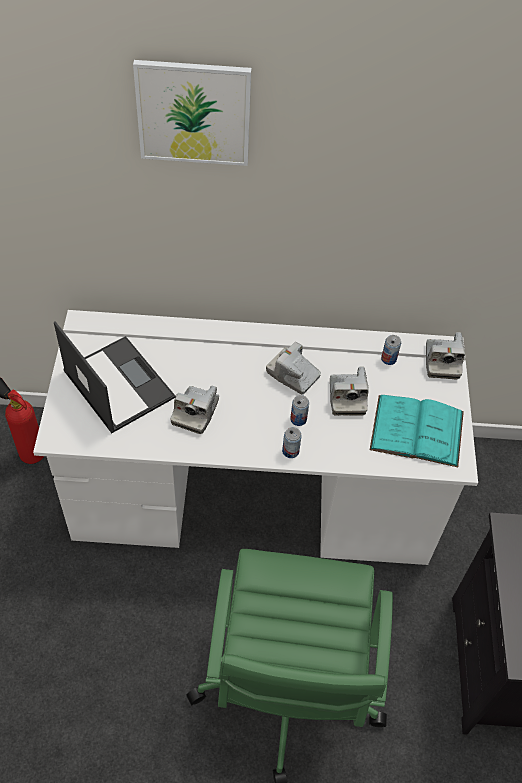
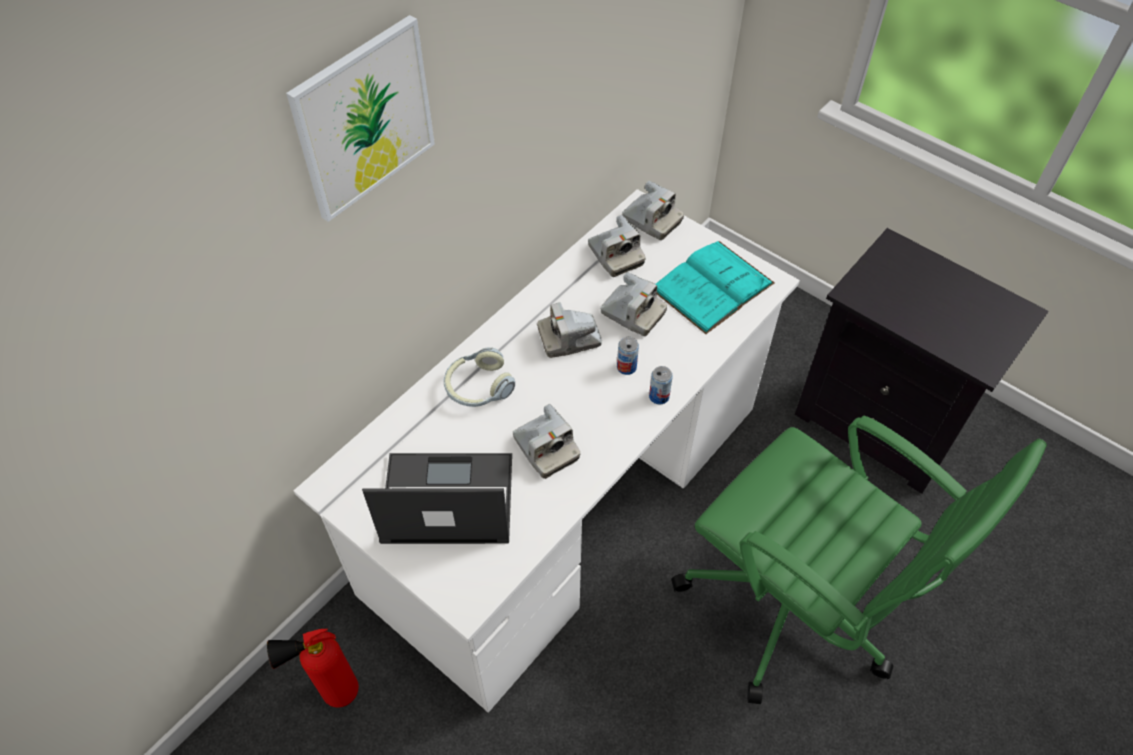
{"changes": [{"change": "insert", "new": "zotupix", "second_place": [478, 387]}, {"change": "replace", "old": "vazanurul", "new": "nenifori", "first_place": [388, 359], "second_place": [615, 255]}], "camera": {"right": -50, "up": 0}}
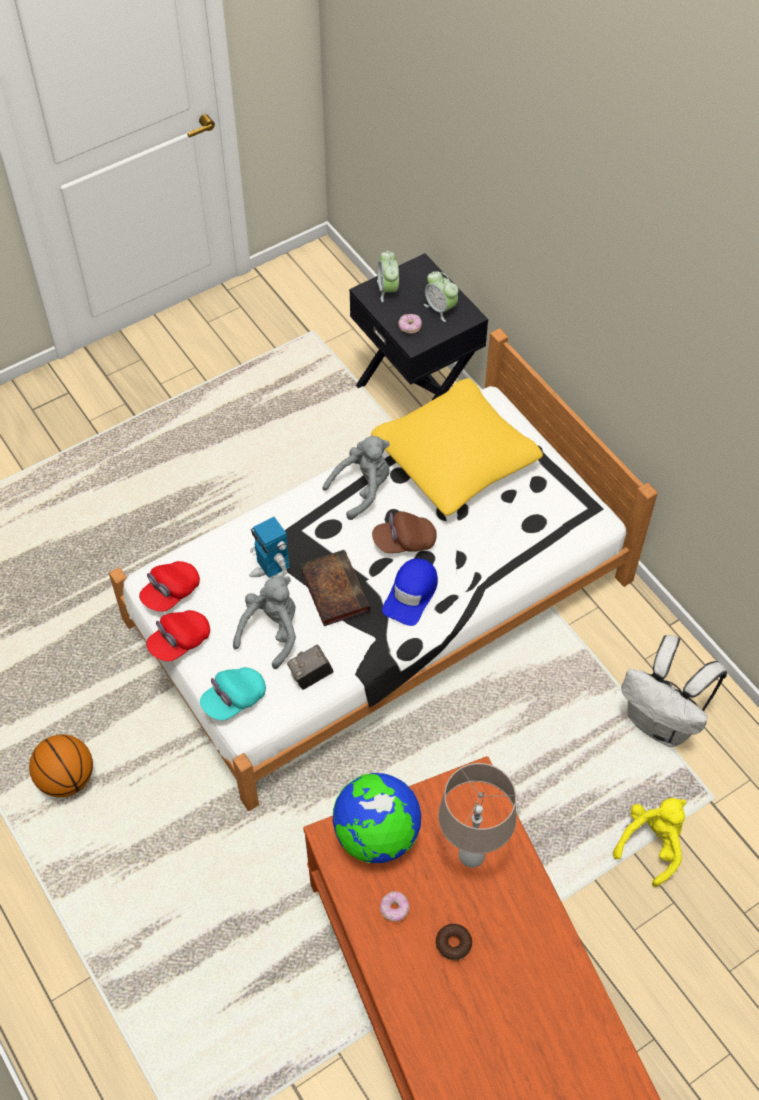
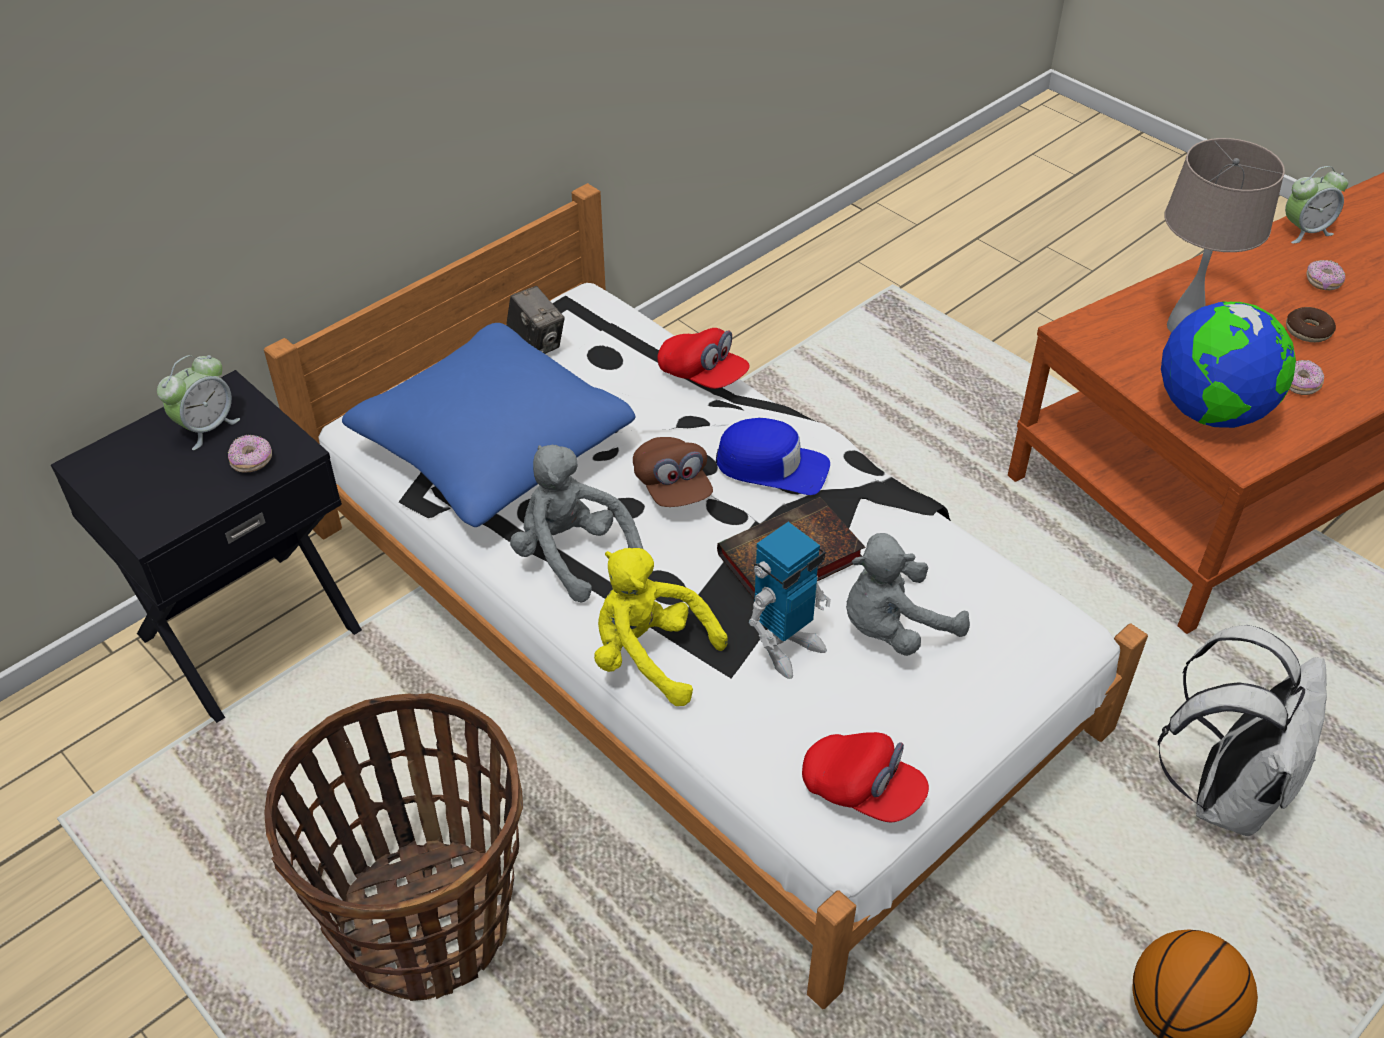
{"changes": [{"change": "insert", "new": "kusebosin", "second_place": [425, 920]}, {"change": "recolor", "old": "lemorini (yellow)", "new": "lemorini (blue)", "first_place": [456, 459], "second_place": [493, 447]}, {"change": "move", "old": "nenifori", "first_place": [311, 676], "second_place": [537, 343]}, {"change": "move", "old": "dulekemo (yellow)", "first_place": [652, 845], "second_place": [649, 656]}, {"change": "move", "old": "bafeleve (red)", "first_place": [179, 642], "second_place": [702, 375]}, {"change": "rotate", "old": "dulekemo (grey)", "first_place": [272, 632], "second_place": [893, 627], "degrees": -45}, {"change": "move", "old": "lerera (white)", "first_place": [661, 722], "second_place": [1225, 792]}, {"change": "move", "old": "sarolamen", "first_place": [388, 290], "second_place": [1305, 231]}, {"change": "insert", "new": "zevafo", "second_place": [1322, 282]}, {"change": "delete", "old": "bafeleve (turquoise)", "first_place": [234, 699]}], "camera": {"right": -100, "up": -10}}
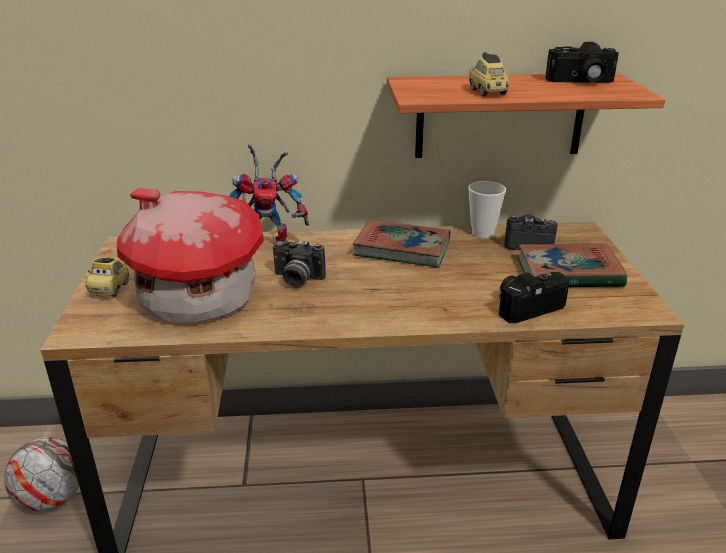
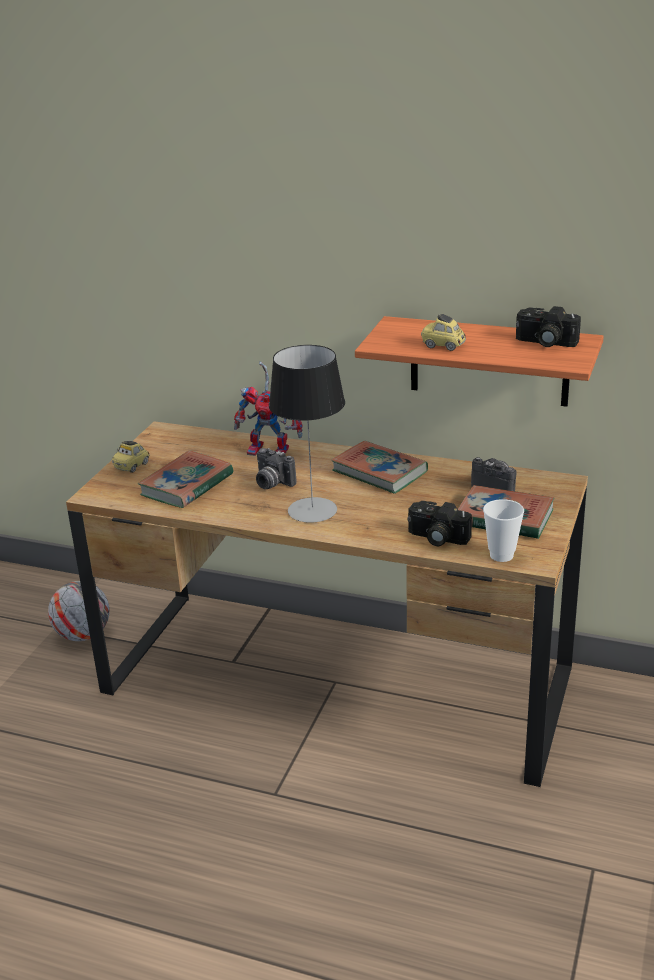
{"changes": [{"change": "replace", "old": "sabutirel", "new": "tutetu", "first_place": [196, 299], "second_place": [187, 485]}, {"change": "insert", "new": "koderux", "second_place": [312, 510]}, {"change": "rotate", "old": "nenifori", "first_place": [527, 306], "second_place": [436, 538], "degrees": -150}, {"change": "rotate", "old": "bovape", "first_place": [487, 92], "second_place": [443, 345], "degrees": -75}, {"change": "move", "old": "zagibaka", "first_place": [482, 233], "second_place": [501, 555]}], "camera": {"right": 25, "up": 0}}
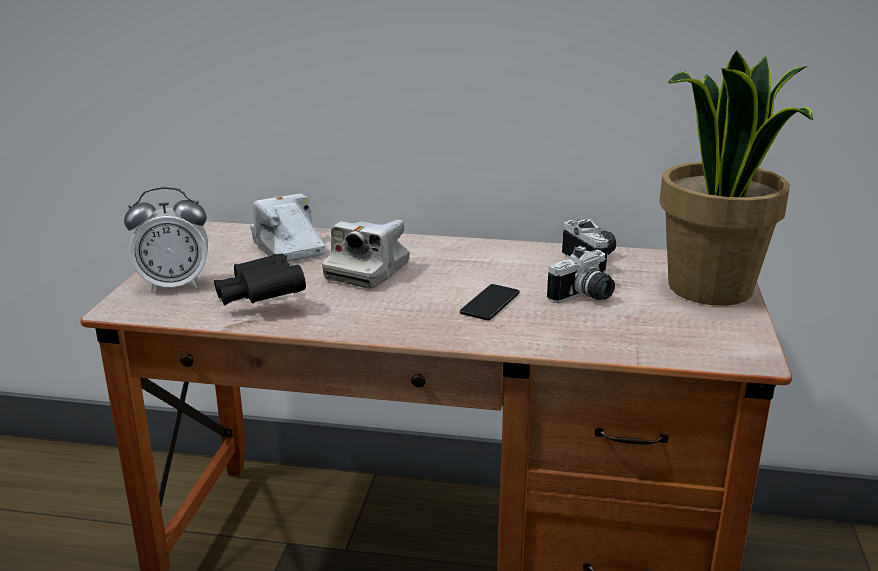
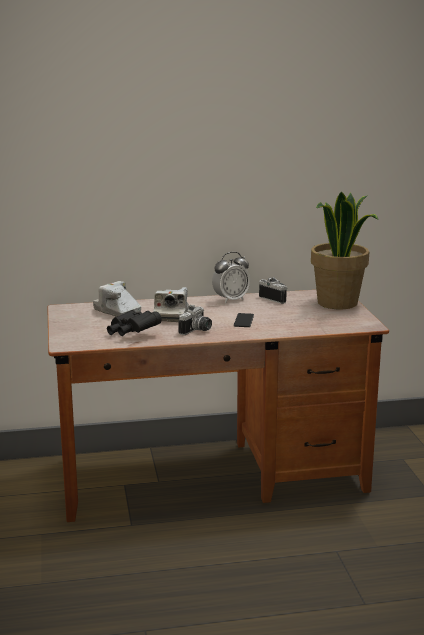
{"changes": [{"change": "move", "old": "nenifori", "first_place": [585, 297], "second_place": [197, 331]}, {"change": "move", "old": "sarolamen", "first_place": [174, 285], "second_place": [231, 300]}], "camera": {"right": -20, "up": -5}}
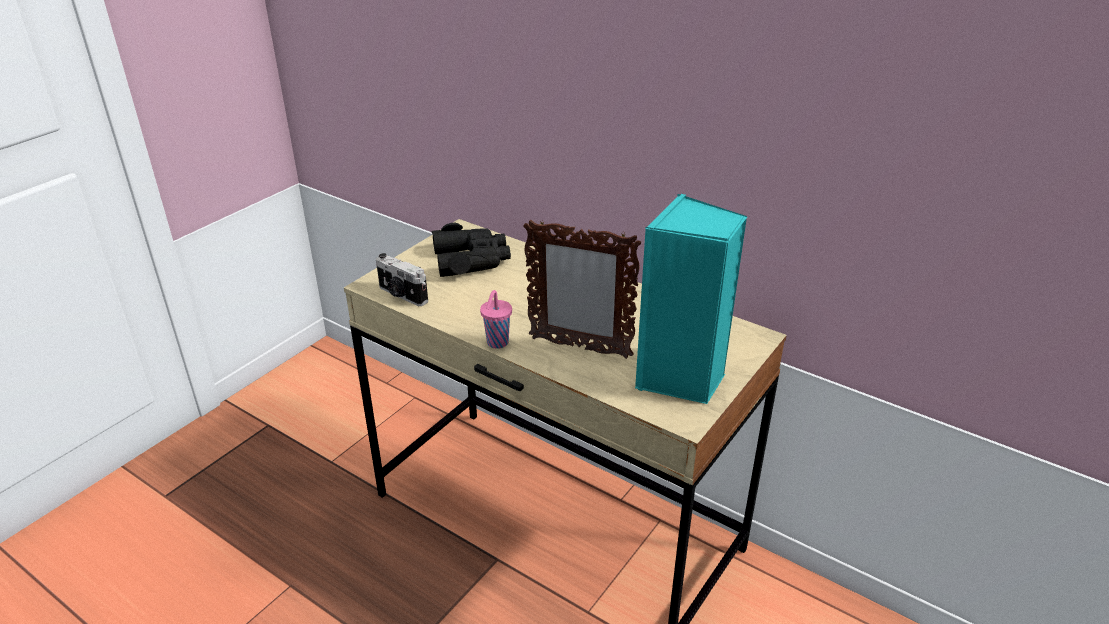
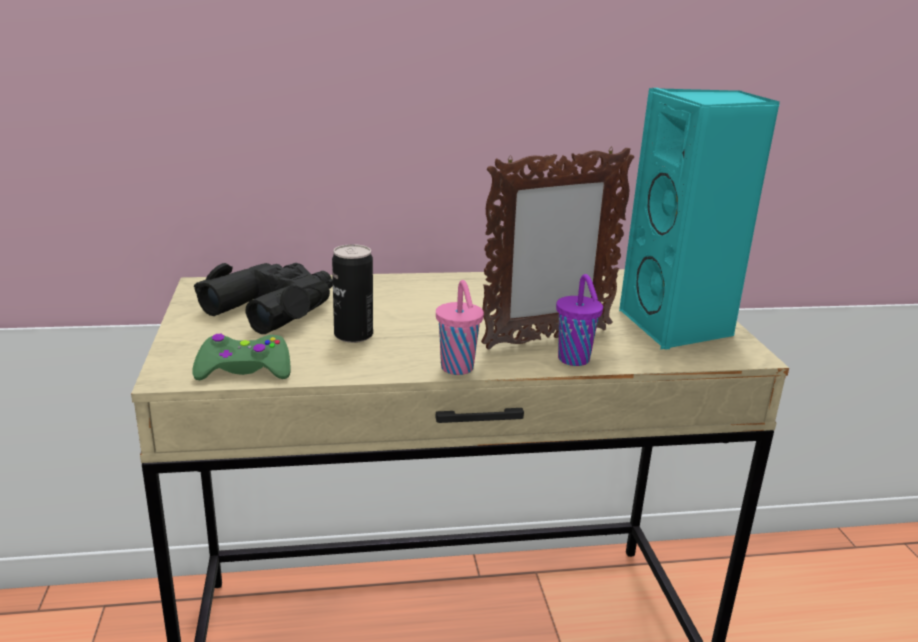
{"changes": [{"change": "replace", "old": "nenifori", "new": "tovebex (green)", "first_place": [402, 295], "second_place": [244, 369]}, {"change": "insert", "new": "vazanurul", "second_place": [353, 335]}, {"change": "insert", "new": "zagibaka (purple)", "second_place": [575, 360]}], "camera": {"right": -45, "up": -10}}
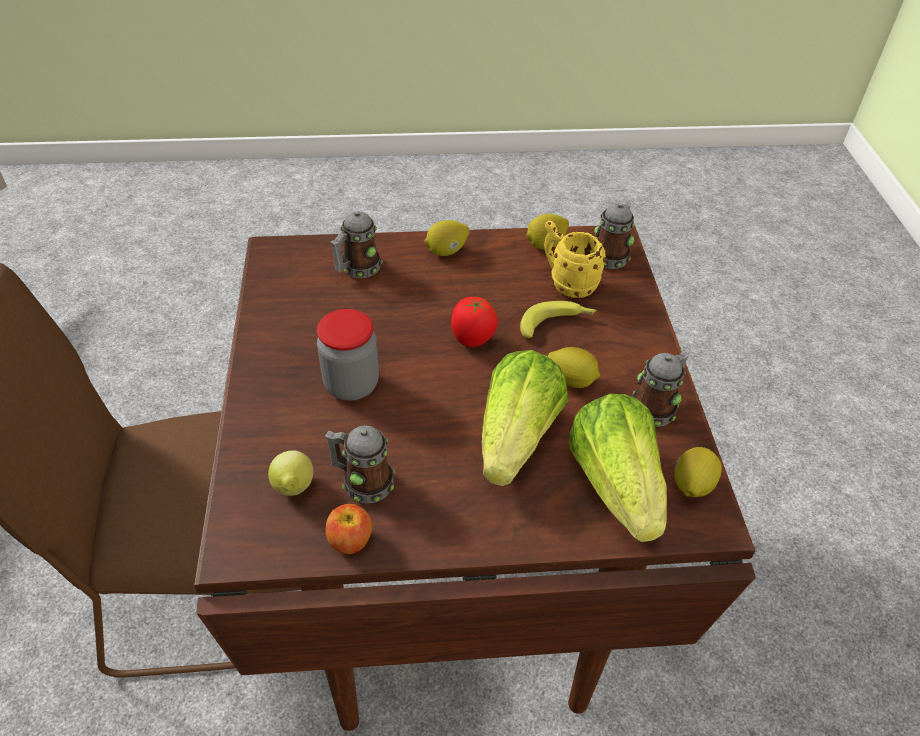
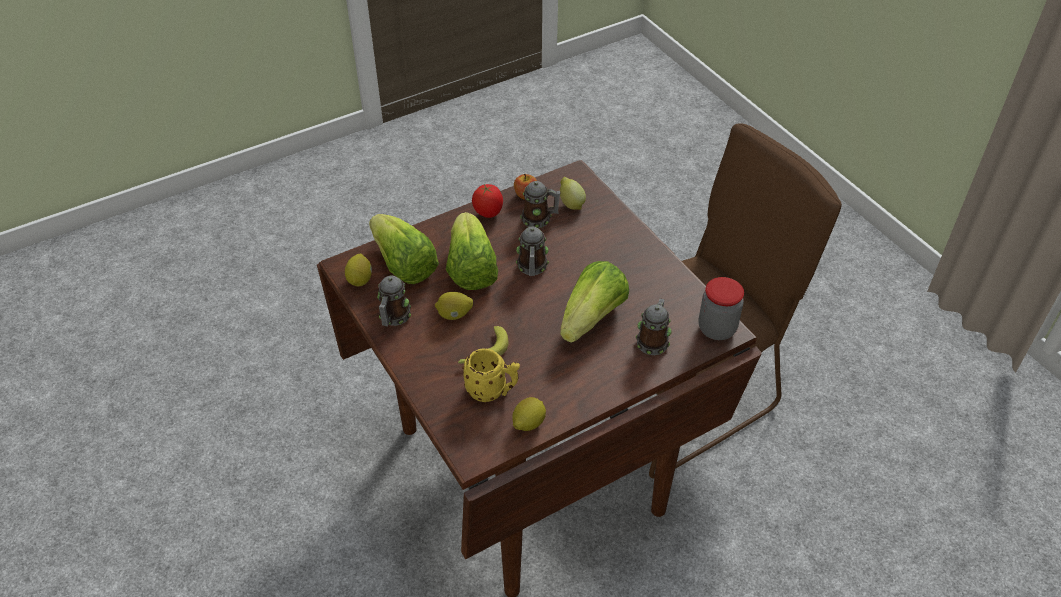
{"changes": [{"change": "move", "old": "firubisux", "first_place": [472, 340], "second_place": [488, 213]}, {"change": "move", "old": "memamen", "first_place": [611, 254], "second_place": [532, 268]}, {"change": "insert", "new": "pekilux", "second_place": [592, 318]}, {"change": "move", "old": "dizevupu", "first_place": [351, 384], "second_place": [717, 329]}, {"change": "delete", "old": "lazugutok", "first_place": [446, 251]}], "camera": {"right": 155, "up": 0}}
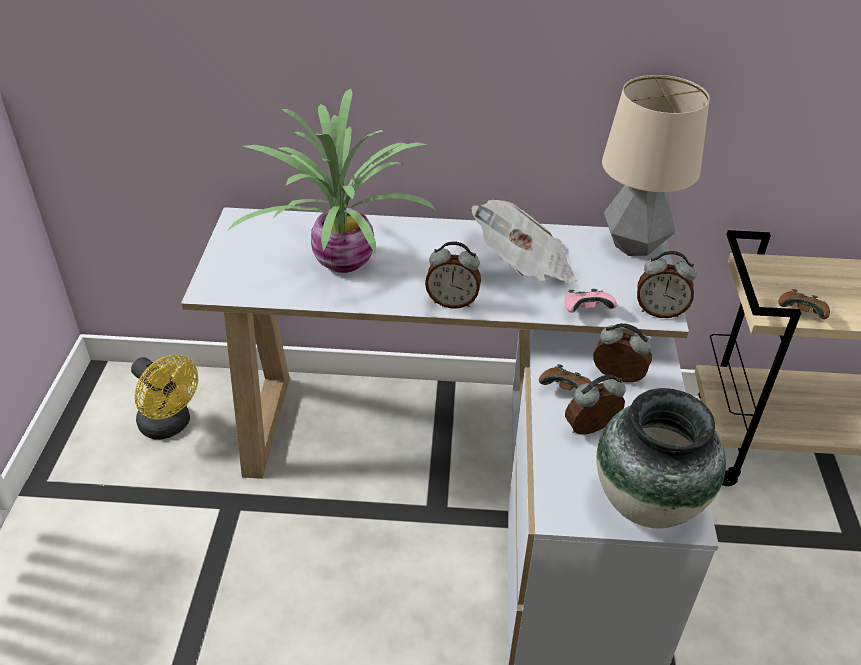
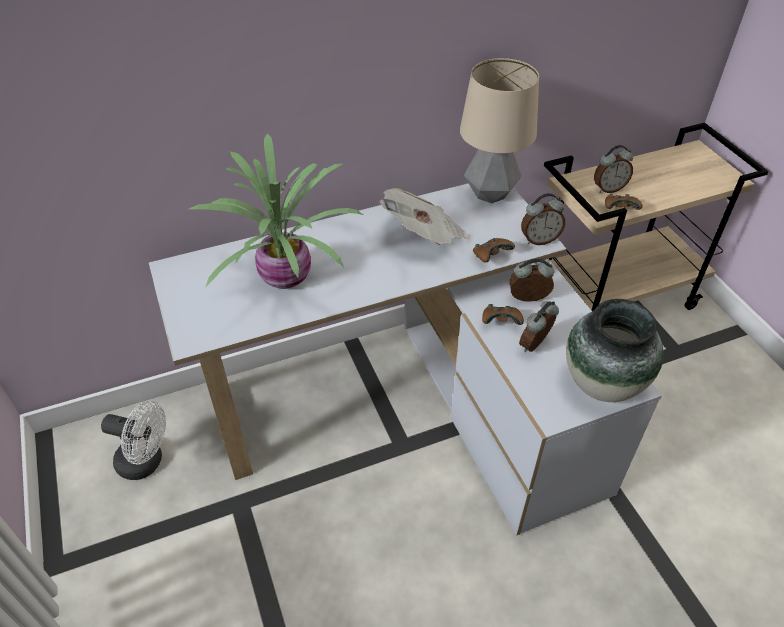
{"changes": [{"change": "recolor", "old": "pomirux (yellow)", "new": "pomirux (white)", "first_place": [170, 426], "second_place": [146, 462]}, {"change": "recolor", "old": "tovebex (pink)", "new": "tovebex (brown)", "first_place": [586, 311], "second_place": [490, 257]}, {"change": "move", "old": "sarolamen", "first_place": [452, 302], "second_place": [608, 188]}], "camera": {"right": -25, "up": 5}}
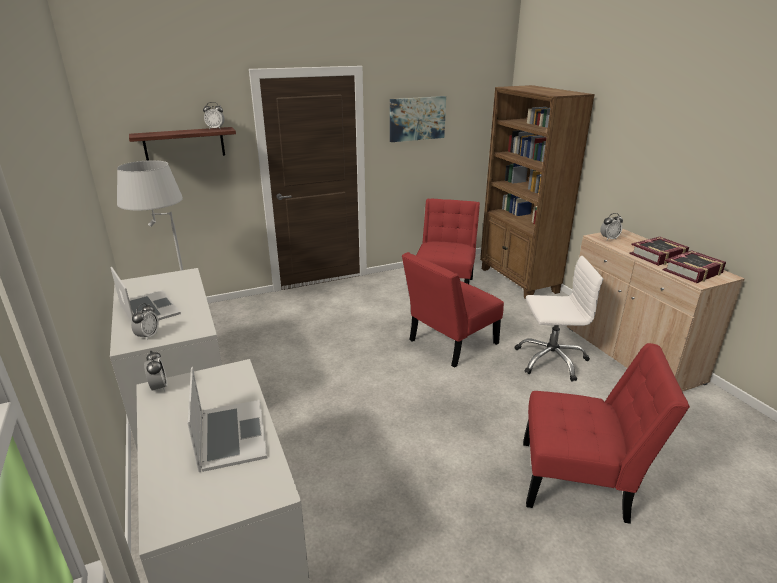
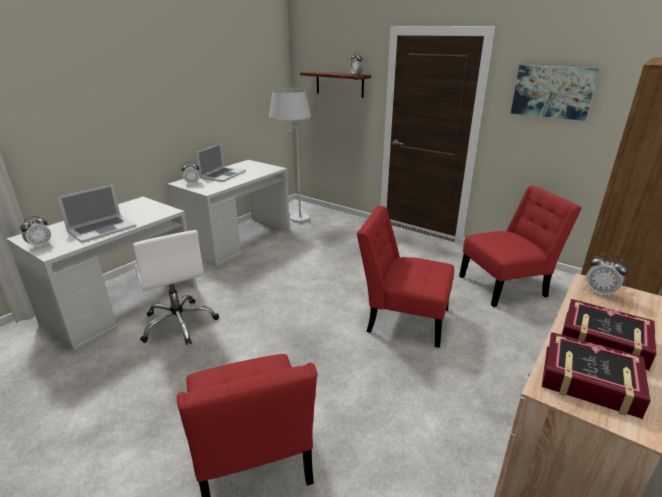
{"changes": [{"change": "move", "old": "sarolamen", "first_place": [159, 387], "second_place": [40, 245]}, {"change": "move", "old": "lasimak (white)", "first_place": [551, 360], "second_place": [179, 323]}], "camera": {"right": 60, "up": 0}}
